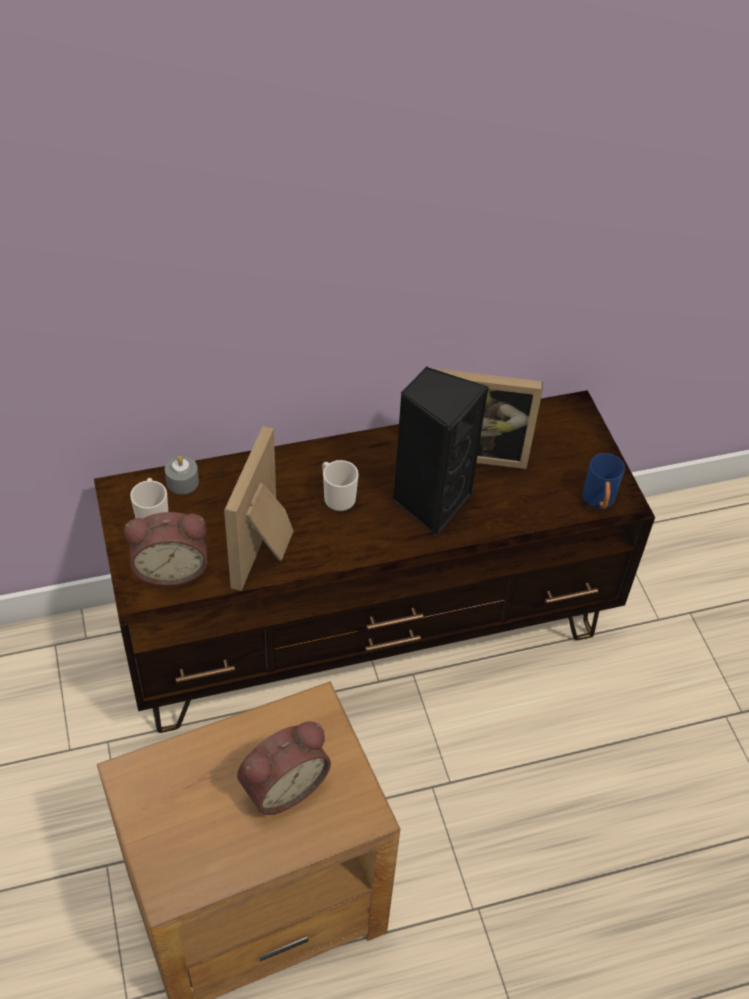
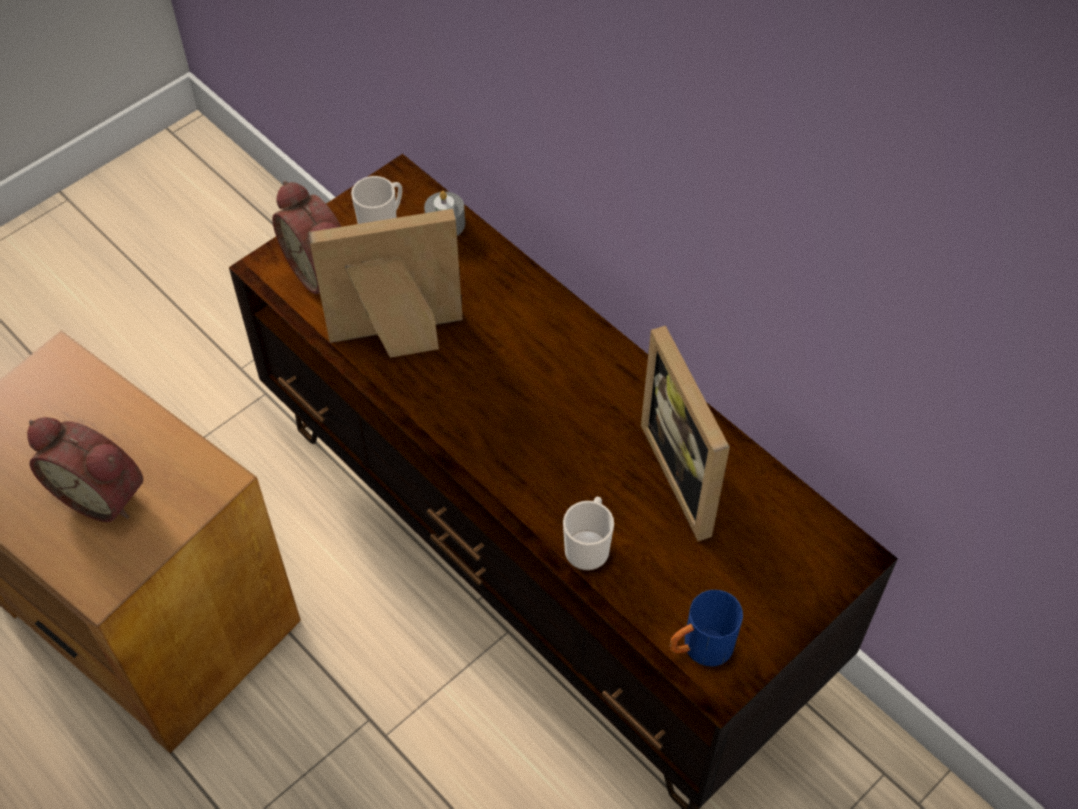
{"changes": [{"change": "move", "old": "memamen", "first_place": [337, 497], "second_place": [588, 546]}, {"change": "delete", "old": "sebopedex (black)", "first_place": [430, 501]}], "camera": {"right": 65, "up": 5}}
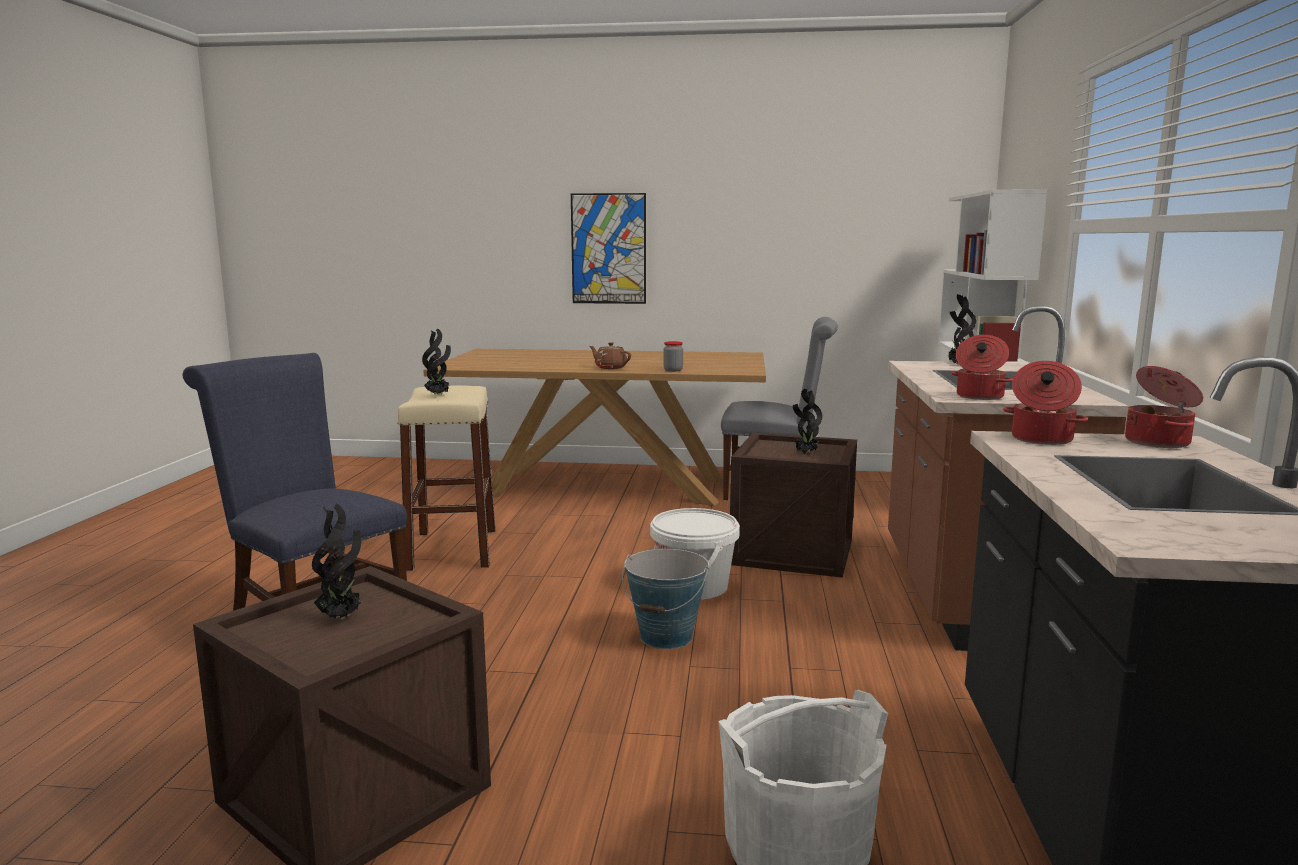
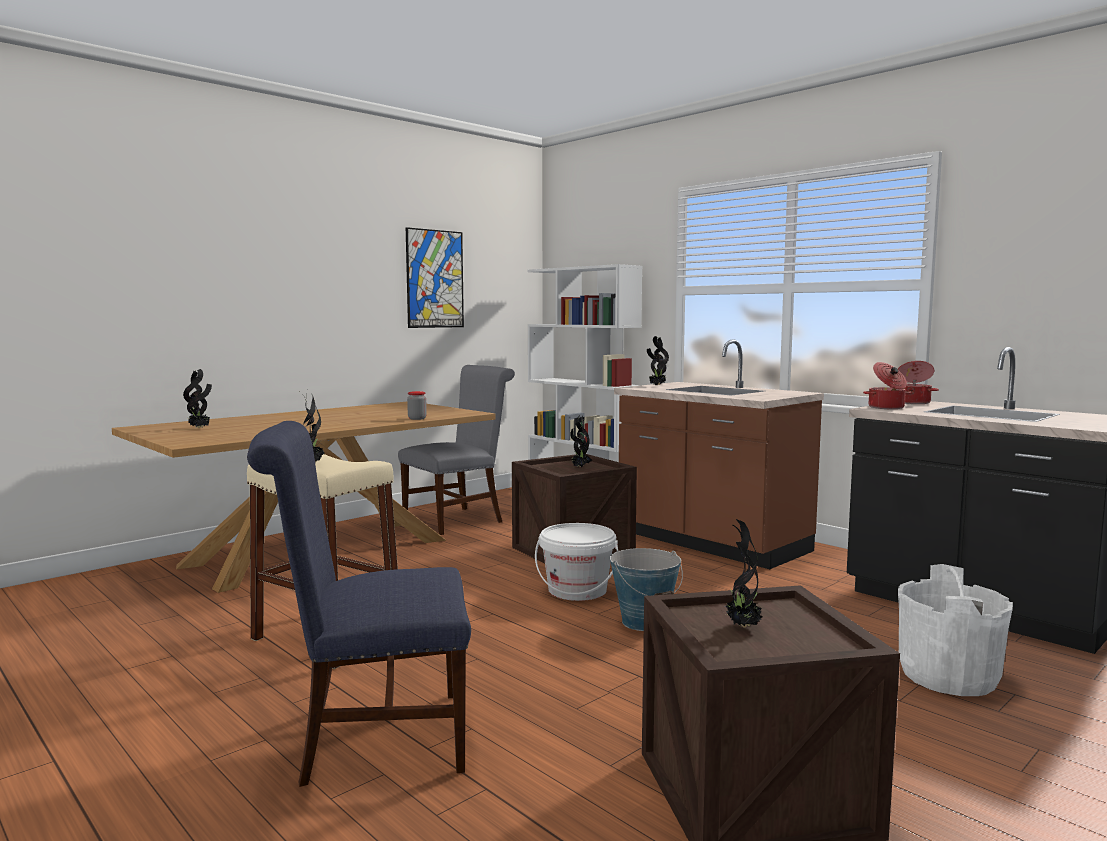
{"changes": [{"change": "insert", "new": "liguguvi", "second_place": [200, 428]}, {"change": "move", "old": "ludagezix", "first_place": [608, 249], "second_place": [435, 279]}, {"change": "delete", "old": "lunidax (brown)", "first_place": [610, 367]}, {"change": "delete", "old": "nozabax", "first_place": [978, 396]}], "camera": {"right": -50, "up": -5}}
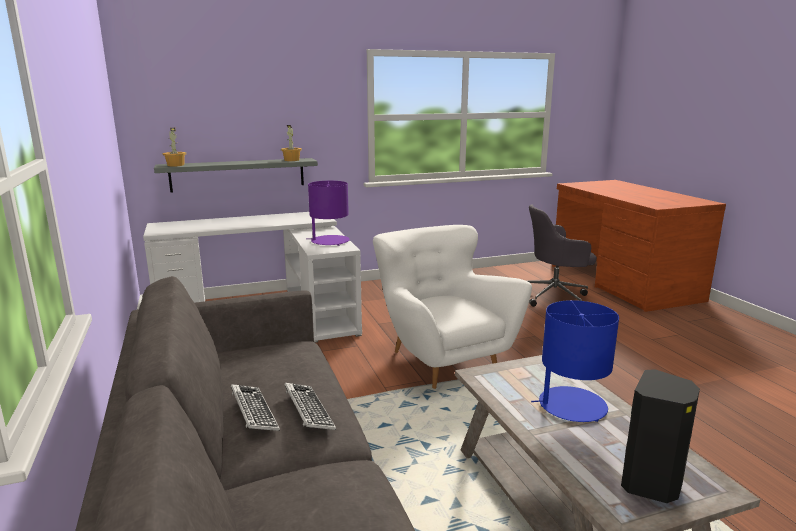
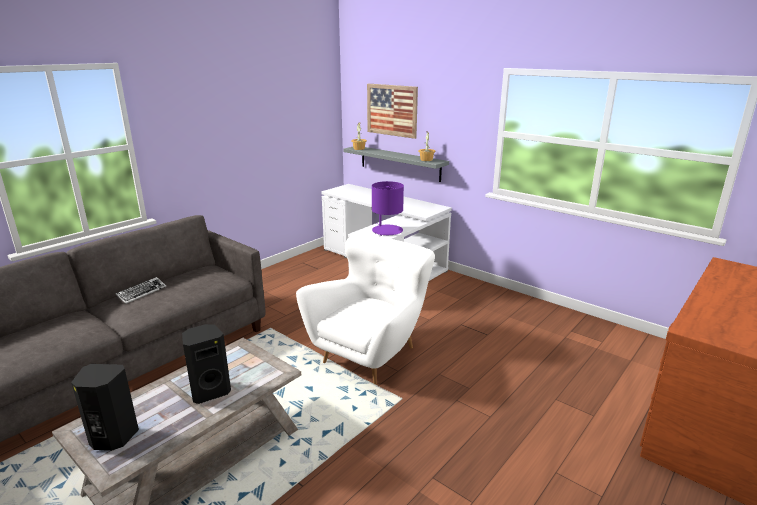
{"changes": [{"change": "replace", "old": "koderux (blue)", "new": "sebopedex (black)", "first_place": [571, 405], "second_place": [210, 391]}, {"change": "insert", "new": "ludagezix", "second_place": [392, 110]}, {"change": "delete", "old": "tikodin", "first_place": [308, 411]}, {"change": "delete", "old": "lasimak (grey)", "first_place": [555, 296]}], "camera": {"right": 60, "up": 5}}
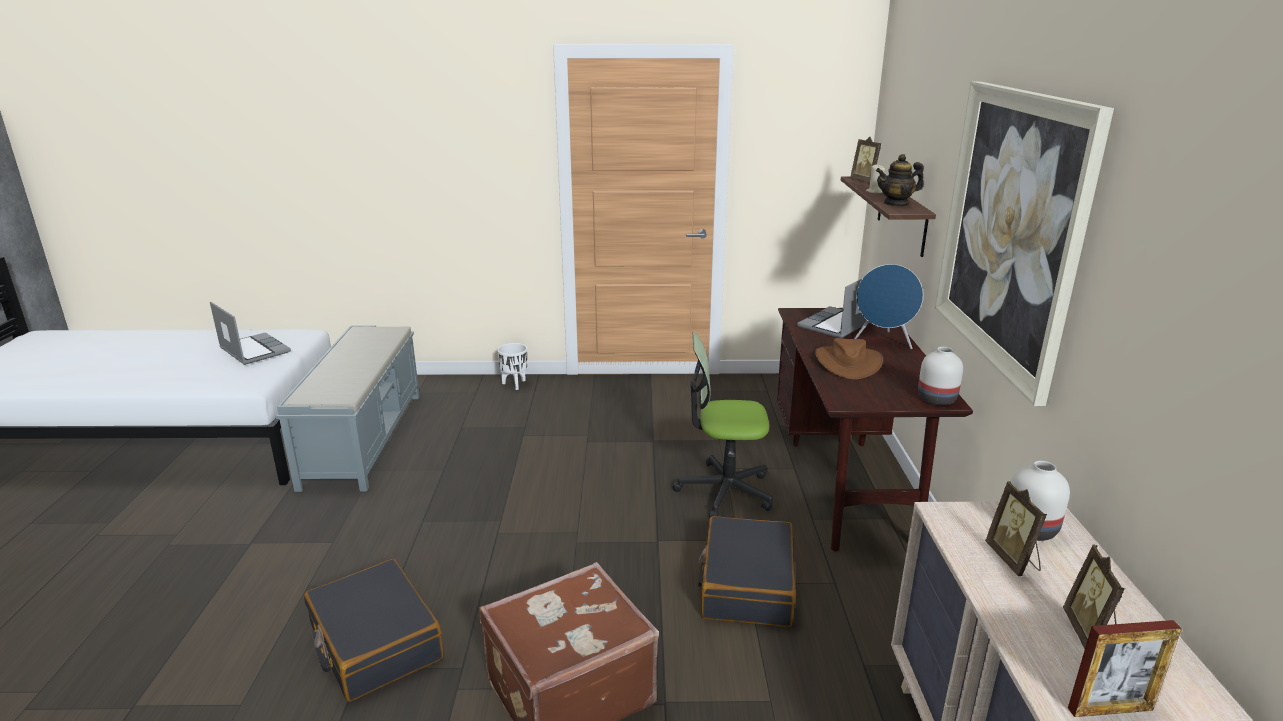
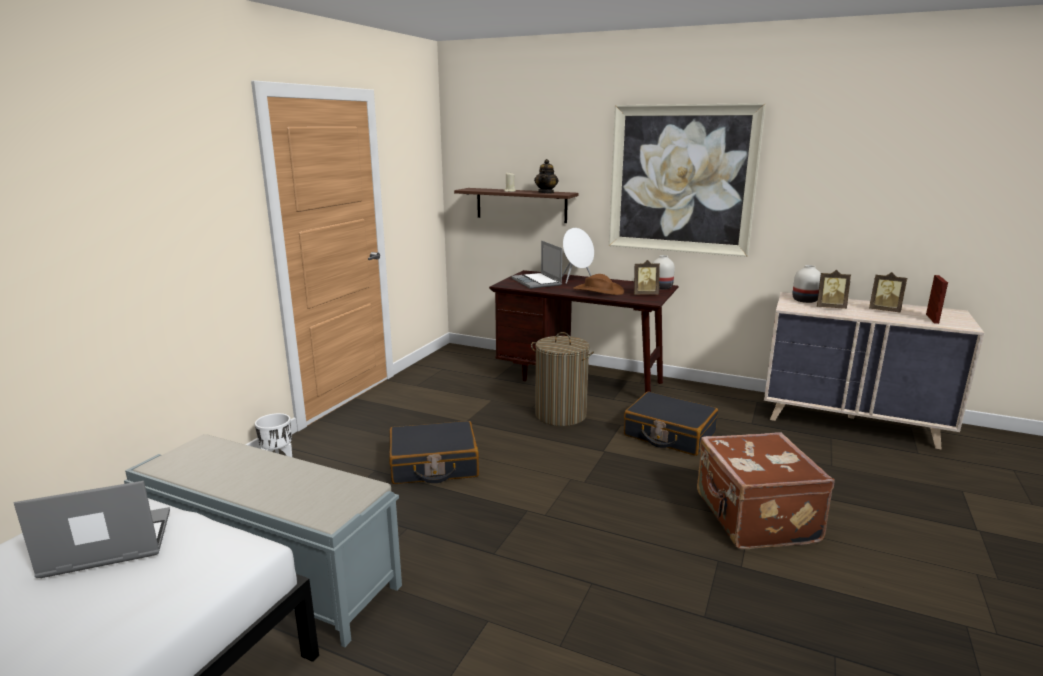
{"changes": [{"change": "move", "old": "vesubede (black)", "first_place": [375, 643], "second_place": [433, 465]}, {"change": "replace", "old": "lasimak", "new": "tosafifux", "first_place": [724, 491], "second_place": [560, 415]}, {"change": "recolor", "old": "sebopedex (blue)", "new": "sebopedex (white)", "first_place": [883, 342], "second_place": [576, 280]}, {"change": "move", "old": "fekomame", "first_place": [866, 180], "second_place": [645, 294]}], "camera": {"right": -65, "up": -5}}
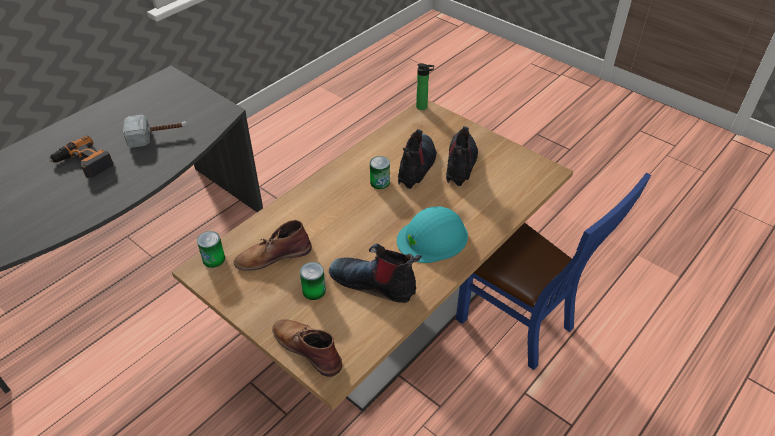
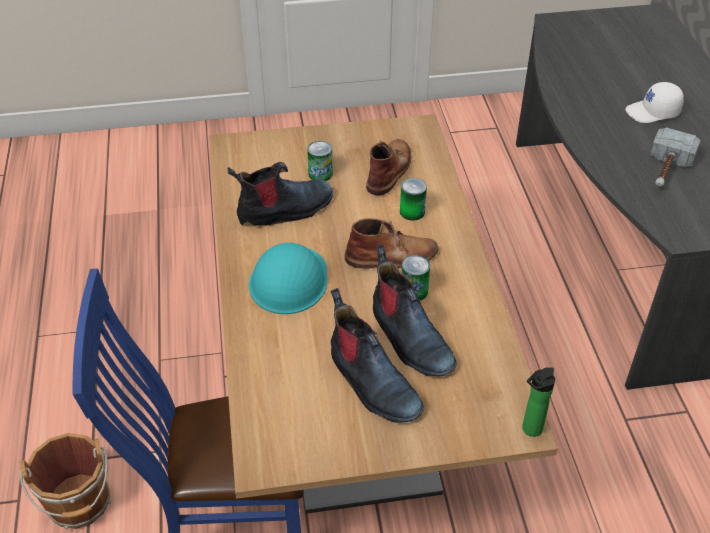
{"changes": [{"change": "insert", "new": "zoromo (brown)", "second_place": [80, 504]}, {"change": "move", "old": "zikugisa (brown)", "first_place": [307, 347], "second_place": [392, 256]}, {"change": "move", "old": "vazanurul", "first_place": [214, 259], "second_place": [412, 212]}, {"change": "replace", "old": "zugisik", "new": "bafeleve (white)", "first_place": [83, 163], "second_place": [653, 112]}], "camera": {"right": 130, "up": 0}}
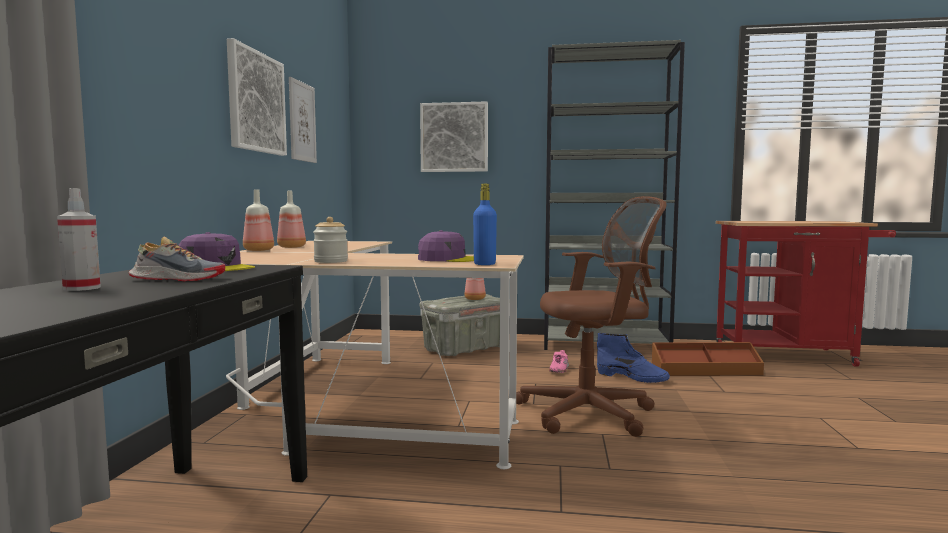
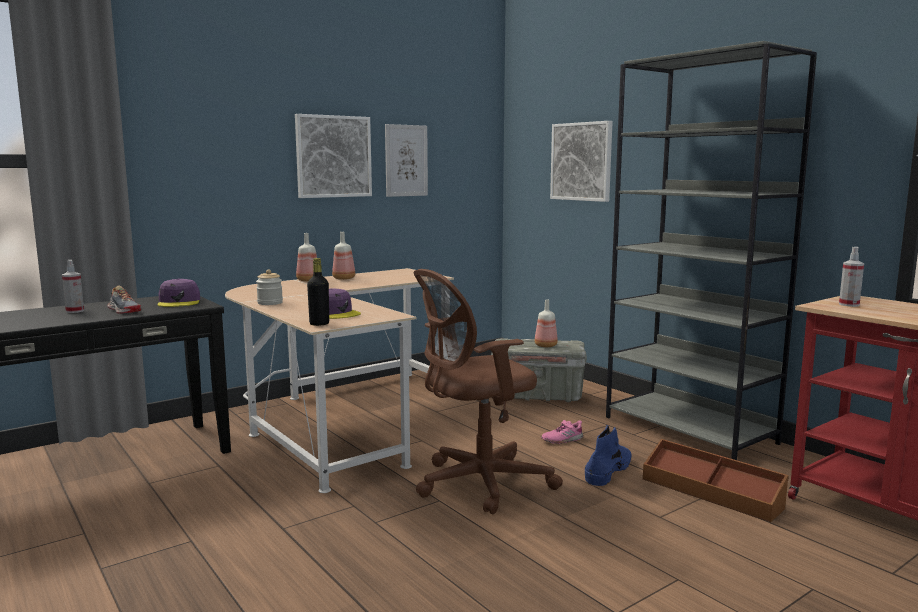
{"changes": [{"change": "recolor", "old": "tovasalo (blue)", "new": "tovasalo (black)", "first_place": [484, 264], "second_place": [319, 324]}, {"change": "rotate", "old": "lasimak (brown)", "first_place": [592, 413], "second_place": [478, 484], "degrees": 120}, {"change": "rotate", "old": "zikugisa (blue)", "first_place": [632, 377], "second_place": [608, 470], "degrees": -135}, {"change": "insert", "new": "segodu", "second_place": [849, 304]}], "camera": {"right": 45, "up": 5}}
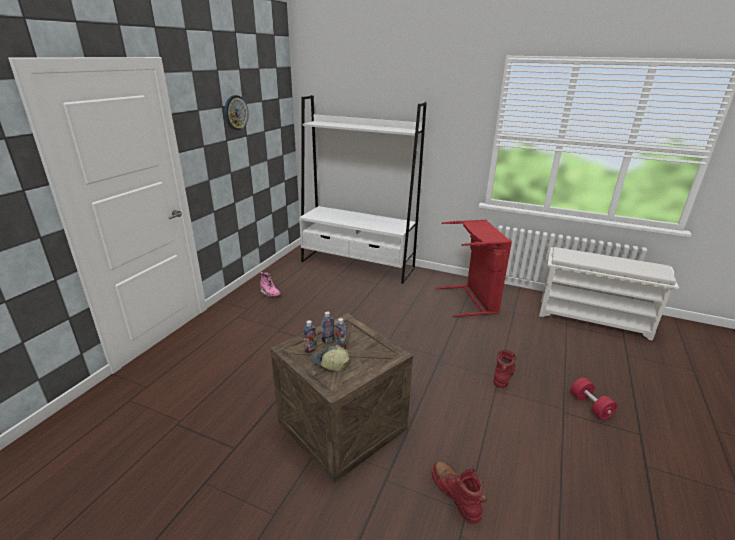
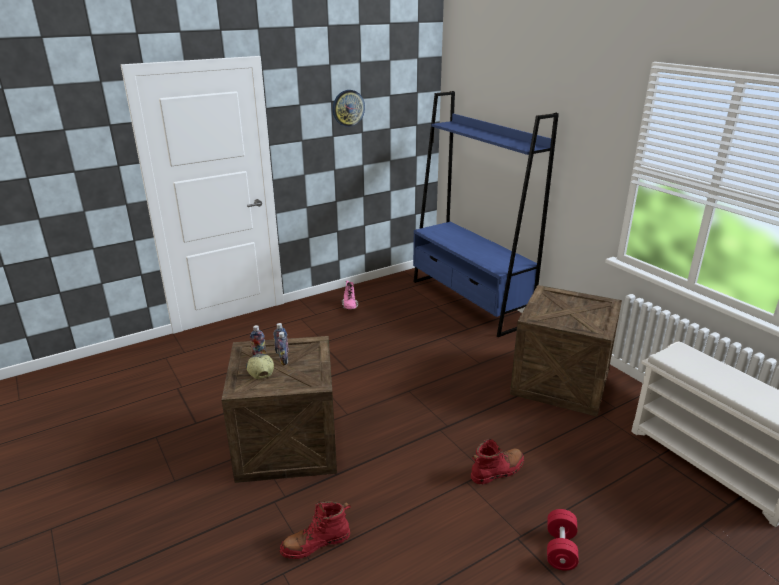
{"changes": [{"change": "rotate", "old": "zikugisa (red)", "first_place": [455, 494], "second_place": [316, 543], "degrees": -120}, {"change": "recolor", "old": "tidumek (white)", "new": "tidumek (blue)", "first_place": [357, 265], "second_place": [469, 302]}, {"change": "replace", "old": "tosafifux (red)", "new": "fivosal", "first_place": [472, 300], "second_place": [561, 383]}], "camera": {"right": 35, "up": 0}}
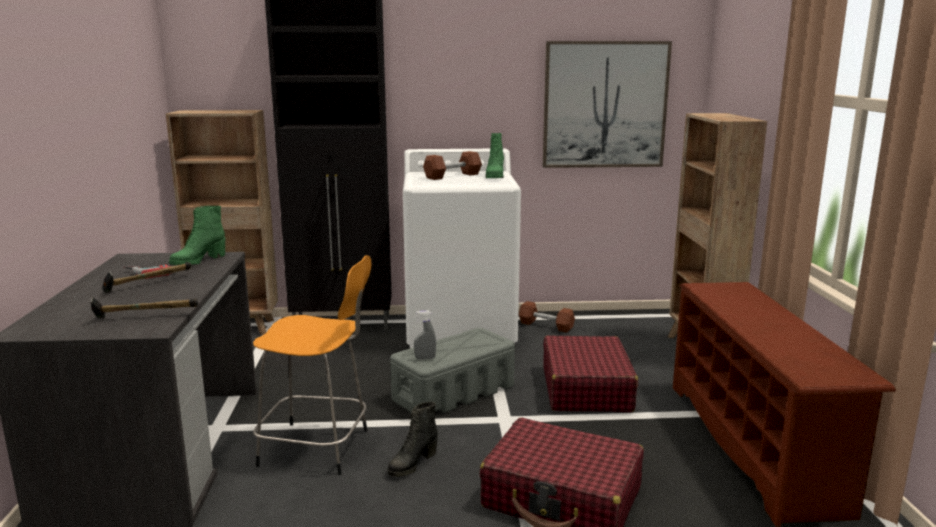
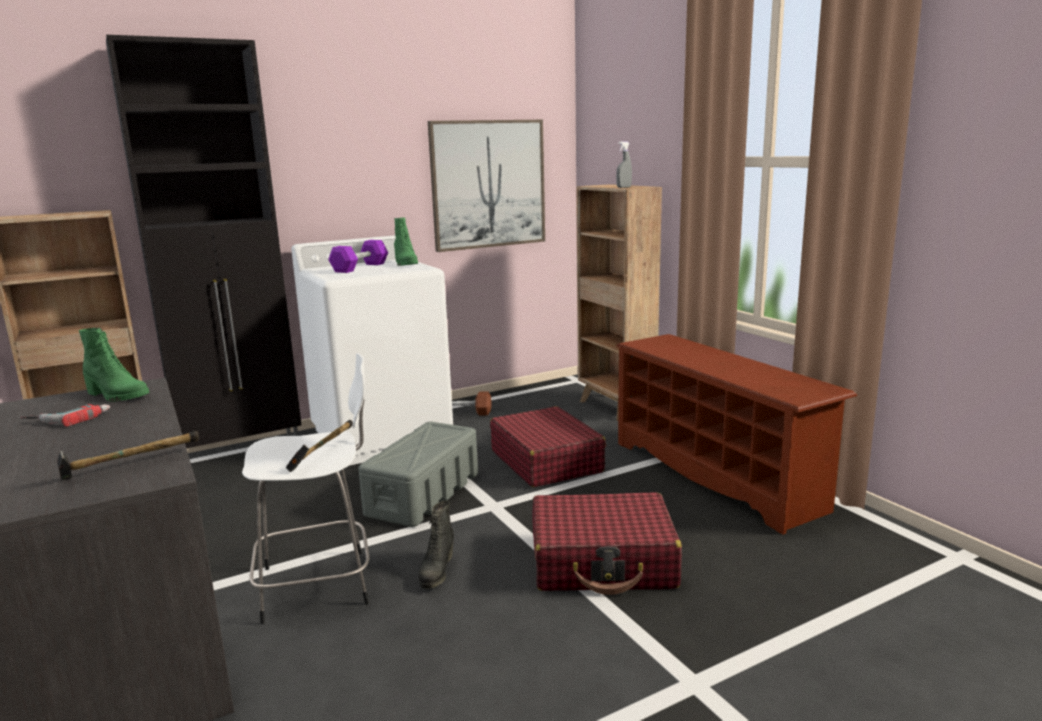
{"changes": [{"change": "rotate", "old": "zikugisa (green)", "first_place": [198, 261], "second_place": [117, 396], "degrees": -75}, {"change": "recolor", "old": "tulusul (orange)", "new": "tulusul (white)", "first_place": [318, 448], "second_place": [320, 584]}, {"change": "move", "old": "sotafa", "first_place": [147, 285], "second_place": [322, 454]}, {"change": "recolor", "old": "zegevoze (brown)", "new": "zegevoze (purple)", "first_place": [452, 176], "second_place": [360, 267]}, {"change": "move", "old": "segodu (grey)", "first_place": [425, 358], "second_place": [624, 187]}], "camera": {"right": -25, "up": 0}}
